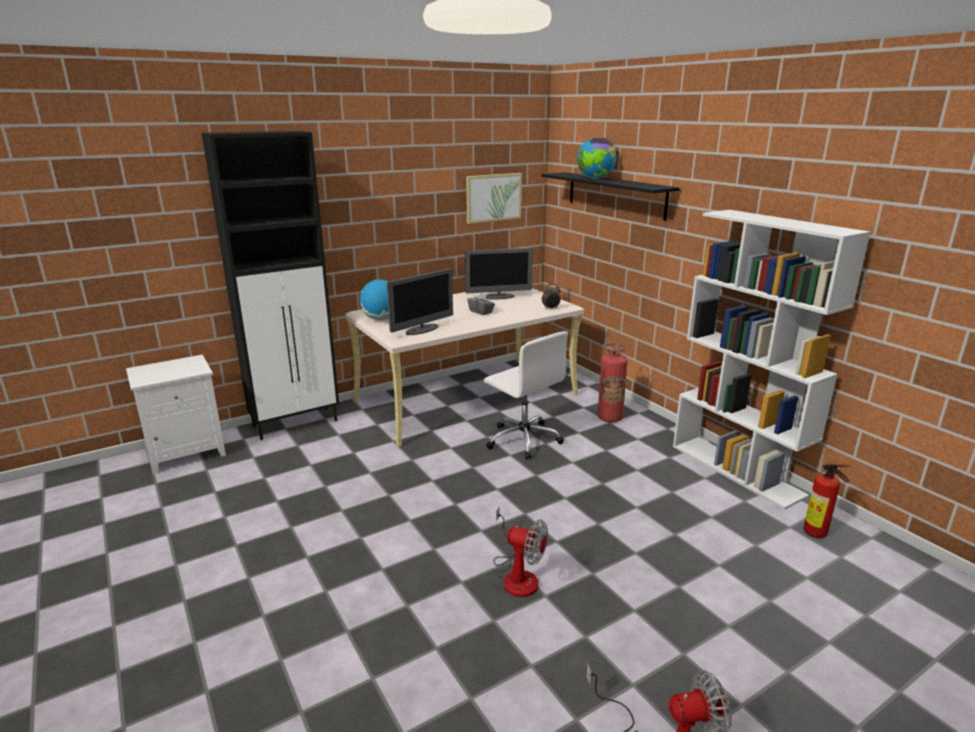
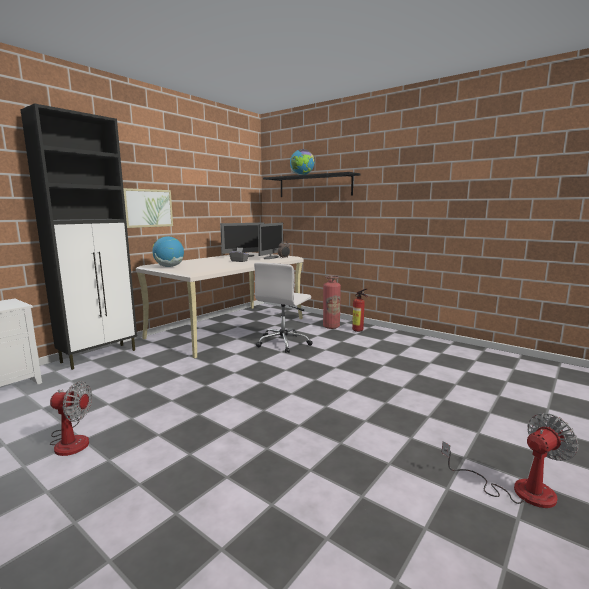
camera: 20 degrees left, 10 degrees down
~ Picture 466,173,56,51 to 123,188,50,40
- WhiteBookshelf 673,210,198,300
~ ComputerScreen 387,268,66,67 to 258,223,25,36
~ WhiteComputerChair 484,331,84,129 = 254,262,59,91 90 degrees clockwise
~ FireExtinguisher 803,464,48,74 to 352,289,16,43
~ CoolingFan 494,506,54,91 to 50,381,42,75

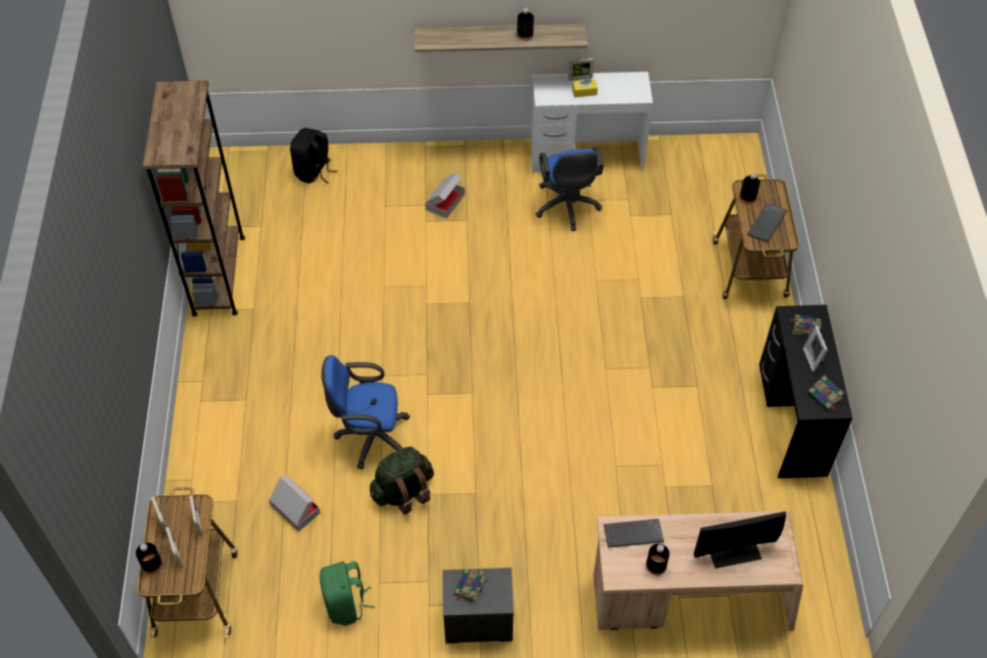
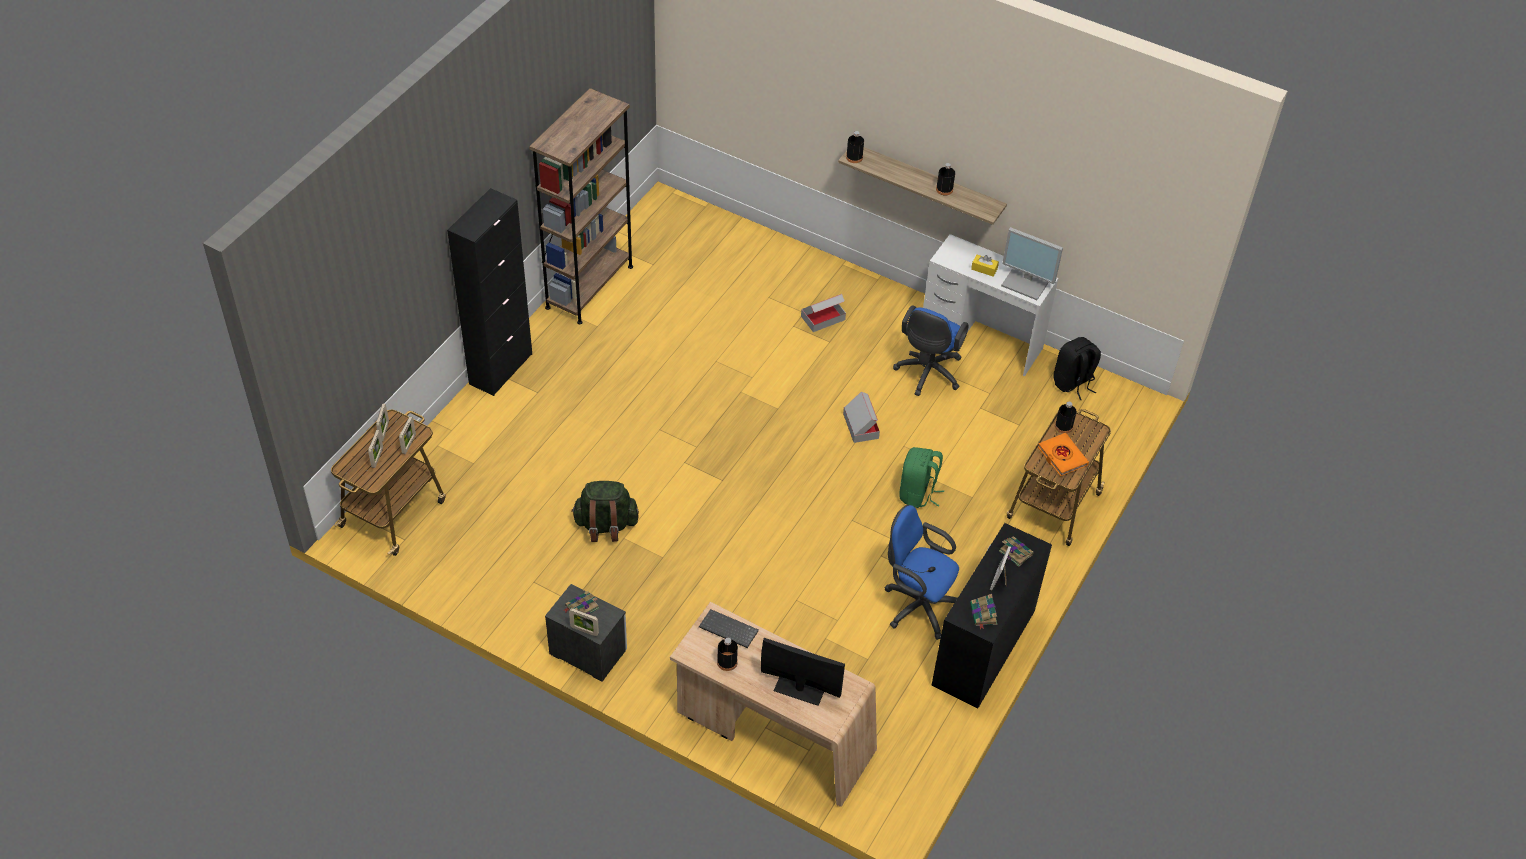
camera: 30 degrees right, 5 degrees down
~ PictureFrame 568,58,26,23 to 569,608,30,28
~ BlackColouredBackpack 290,128,47,56 to 1053,337,48,63
~ ComputerKeyboard 747,203,40,39 to OrangeBoundBook 1038,433,51,43
~ BluishComputerChair 321,355,89,114 to 884,505,75,135
~ PackingBox 269,476,51,56 to 843,392,37,51
~ BlackColouredBottle 136,543,27,31 to 846,131,18,32
~ GreenishBackpack 320,561,55,65 to 899,447,45,61
+ BlackColouredStorageCabinet 447,188,85,208
+ ComputerScreen 1001,227,62,73

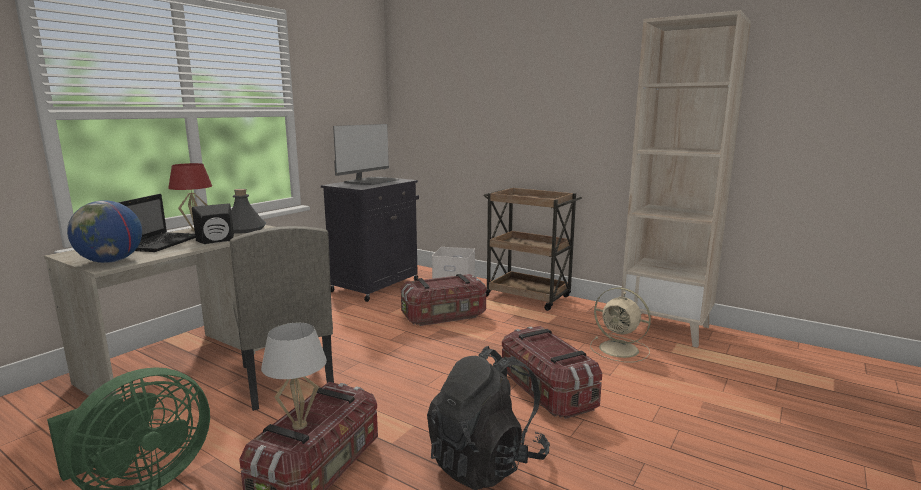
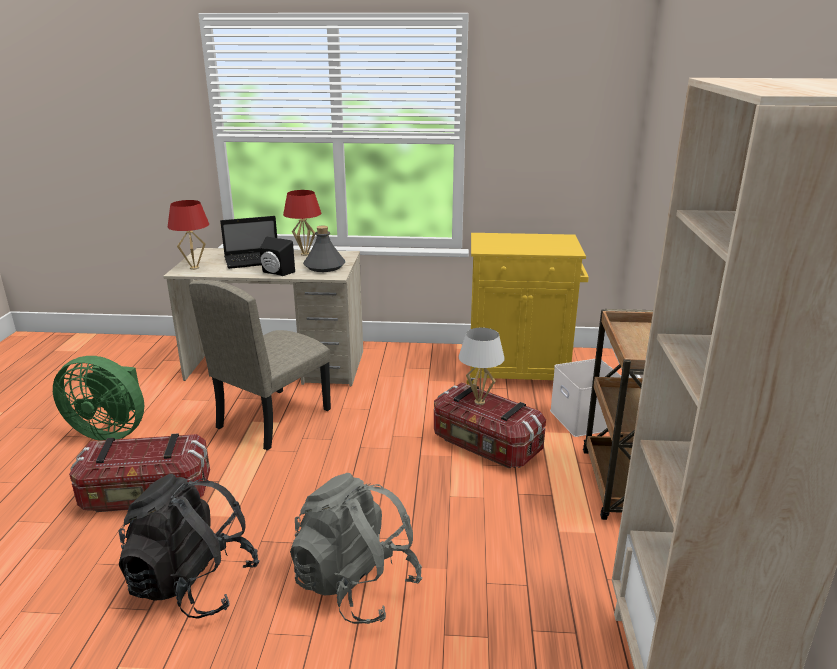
camera: 60 degrees right, 10 degrees up
- ComputerScreen 333,124,67,61
~ BlackColouredStorageCabinet 321,177,98,125 to YellowColouredStorageCabinet 466,233,123,152
~ DeskGlobe 67,200,75,63 to RedTableLamp 168,200,41,70
- SandColouredCoolingFan 590,288,61,74
~ WhiteTableLamp 261,323,66,107 to 459,328,46,77
~ StorageBox 502,326,100,93 to GreyishBackpack 290,473,132,151

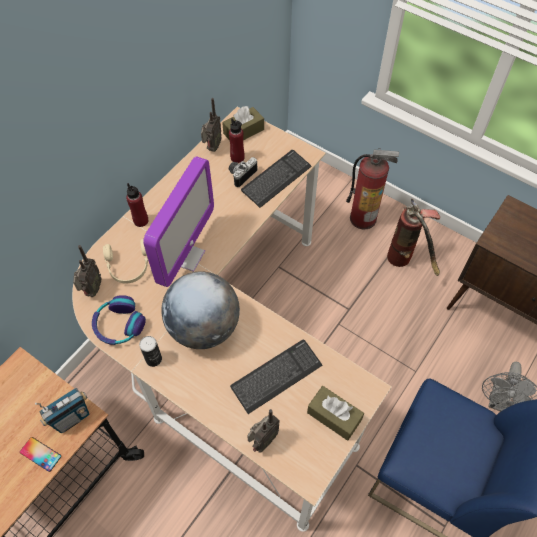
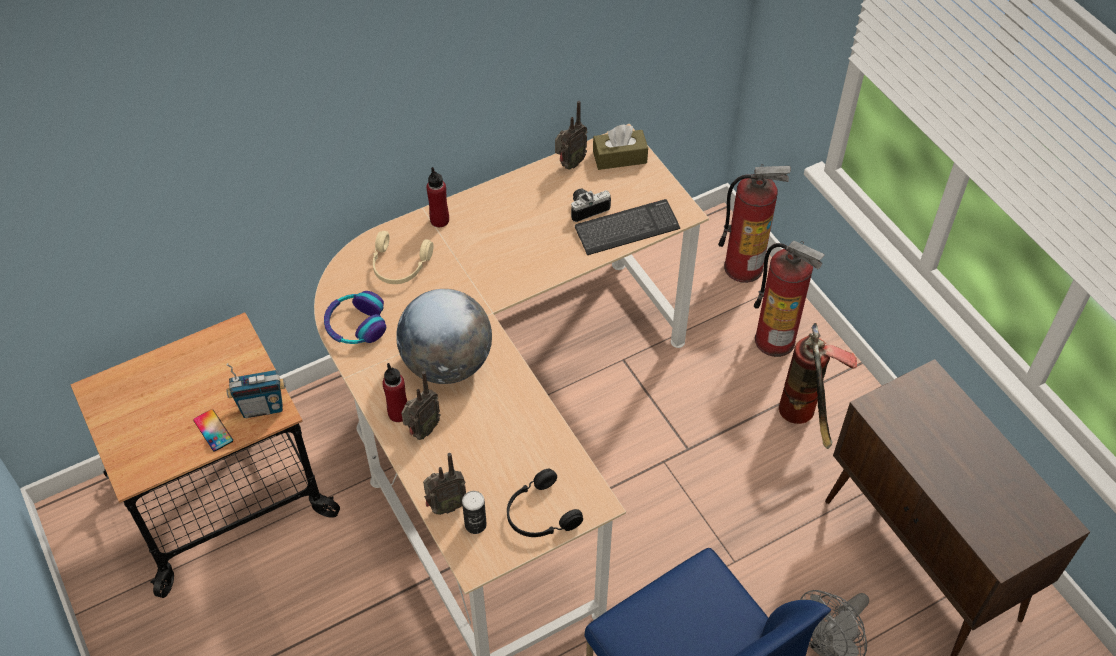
camera: 25 degrees right, 5 degrees down
~ RedBottle 229,118,16,45 to 382,363,25,59
- ComputerScreen 143,156,71,131
~ RadioSet 73,245,28,52 to 401,371,40,69
~ MetalCan 139,336,23,31 to 462,491,25,43
- ComputerKeyboard 230,339,92,75
~ BrownishTissueHolder 307,386,57,55 to BlackColouredHeadphones 507,469,76,68
+ FireExtinguisher 718,164,73,119

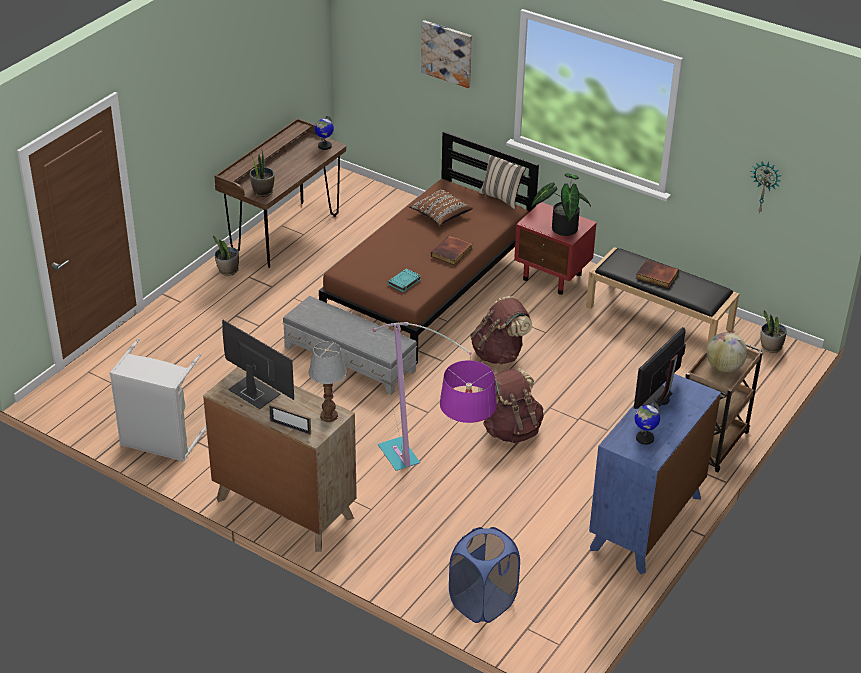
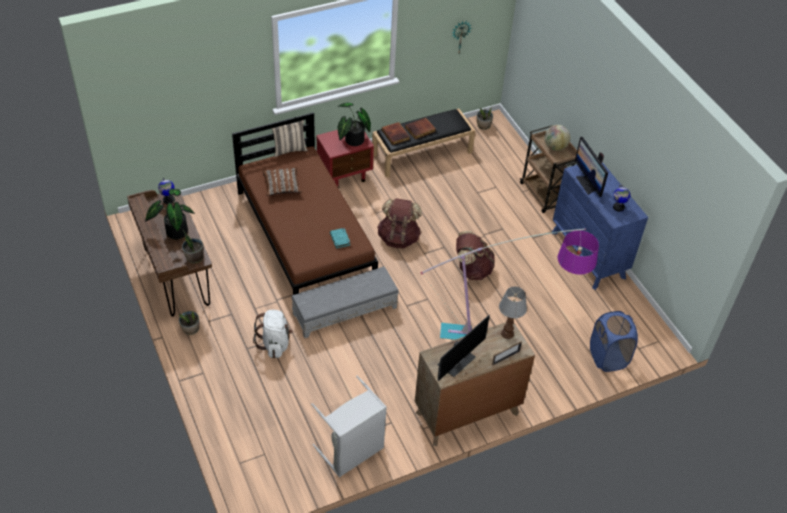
camera: 60 degrees left, 10 degrees up
- Picture 421,20,51,68
~ BoundBook 431,235,42,30 to 382,122,28,23
~ ComputerScreen 222,320,72,89 = 437,315,53,66 150 degrees clockwise
+ PlantInAPot 145,189,50,50
+ WhiteBackpack 253,310,40,48

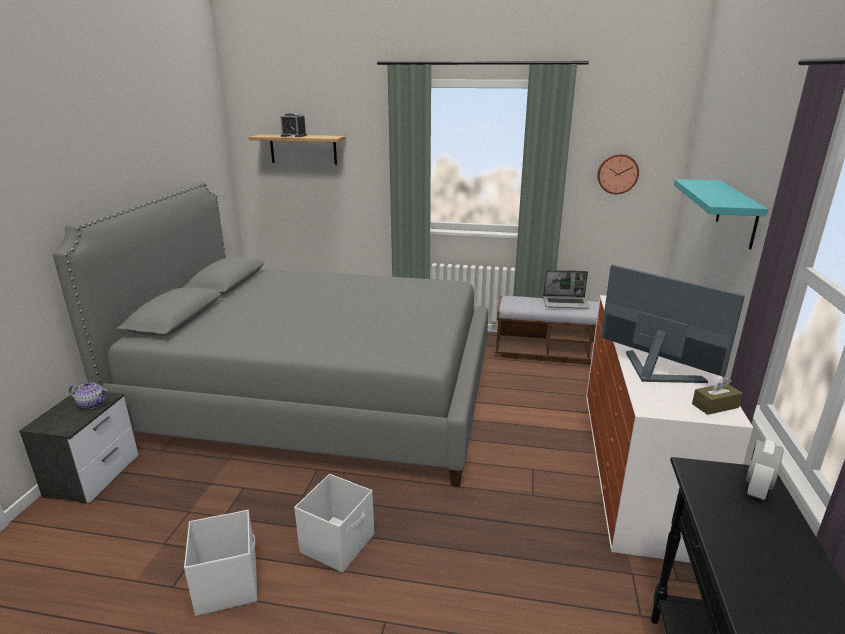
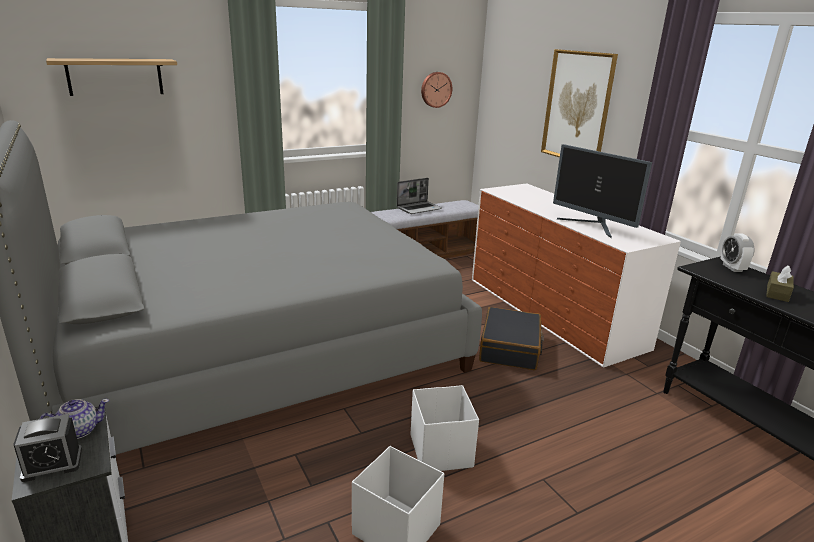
camera: 40 degrees left, 0 degrees up
~ AlarmClock 280,113,27,24 to 13,414,69,68
~ TurquoiseBracketShelf 674,179,94,70 to Picture 541,49,77,109
~ ComputerScreen 601,265,144,118 = 553,144,99,94 135 degrees counterclockwise
~ BrownishTissueHolder 692,377,51,38 to 766,266,28,36
+ BlackColouredTravelCase 479,307,65,63

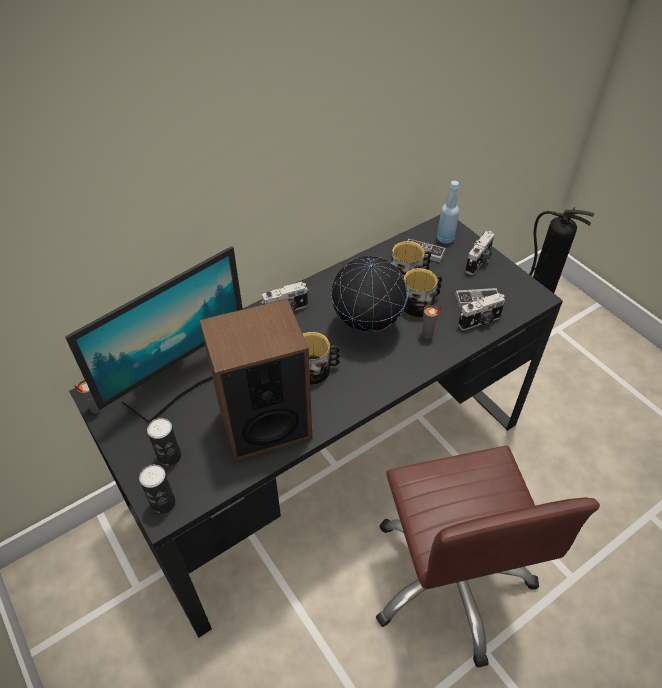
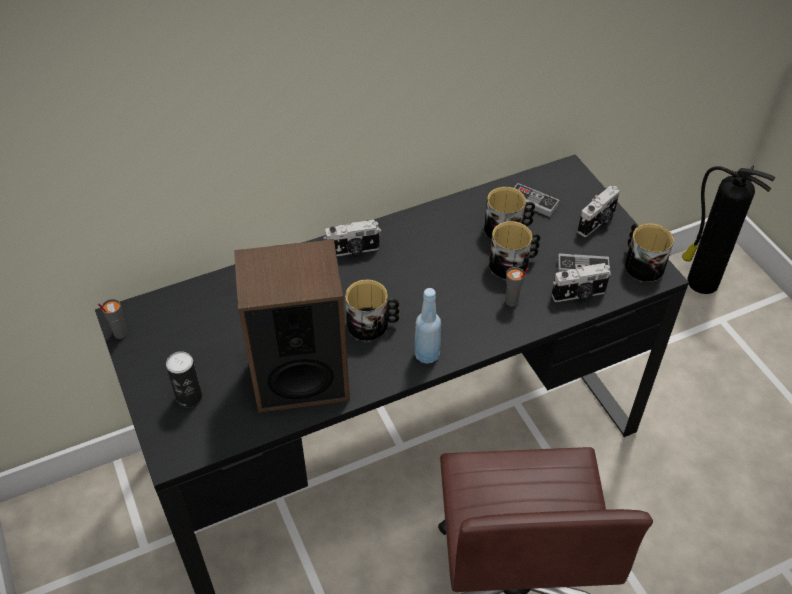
camera: 10 degrees right, 0 degrees up
~ BluishBottle 437,181,22,63 to 414,288,27,76
- ComputerScreen 65,246,178,178
- DeskGlobe 331,256,76,76
- MetalCan 139,465,37,49
+ Mug 625,223,49,59

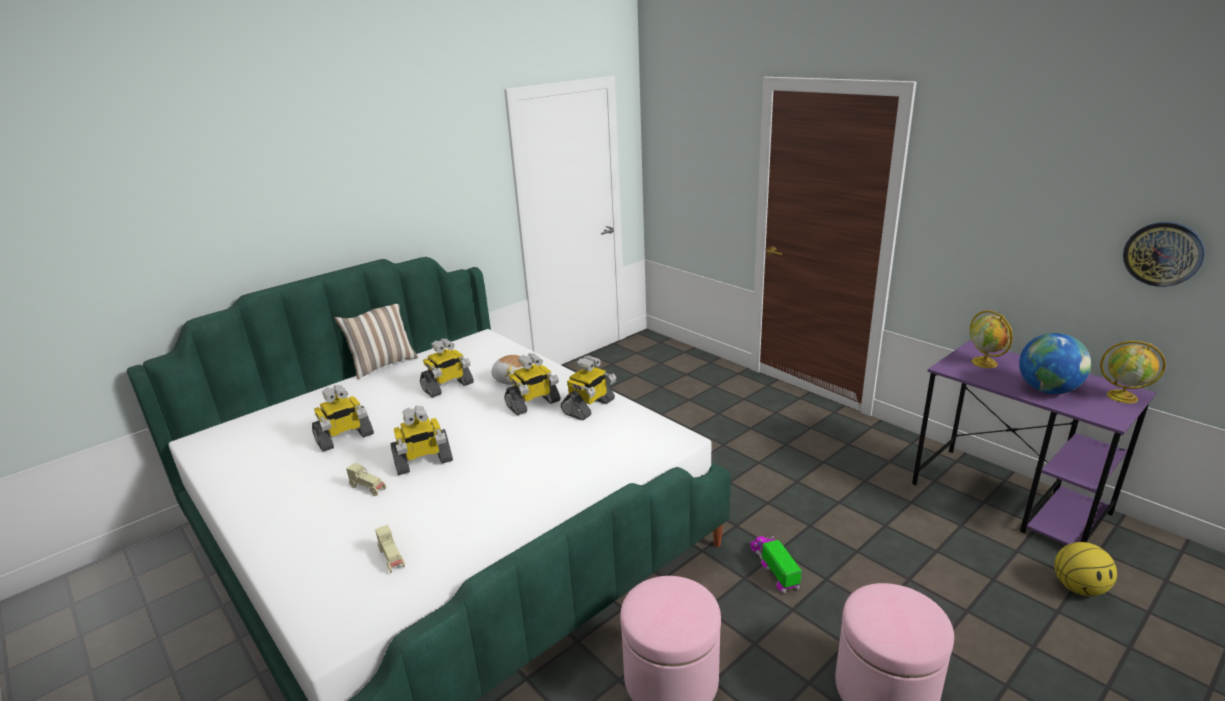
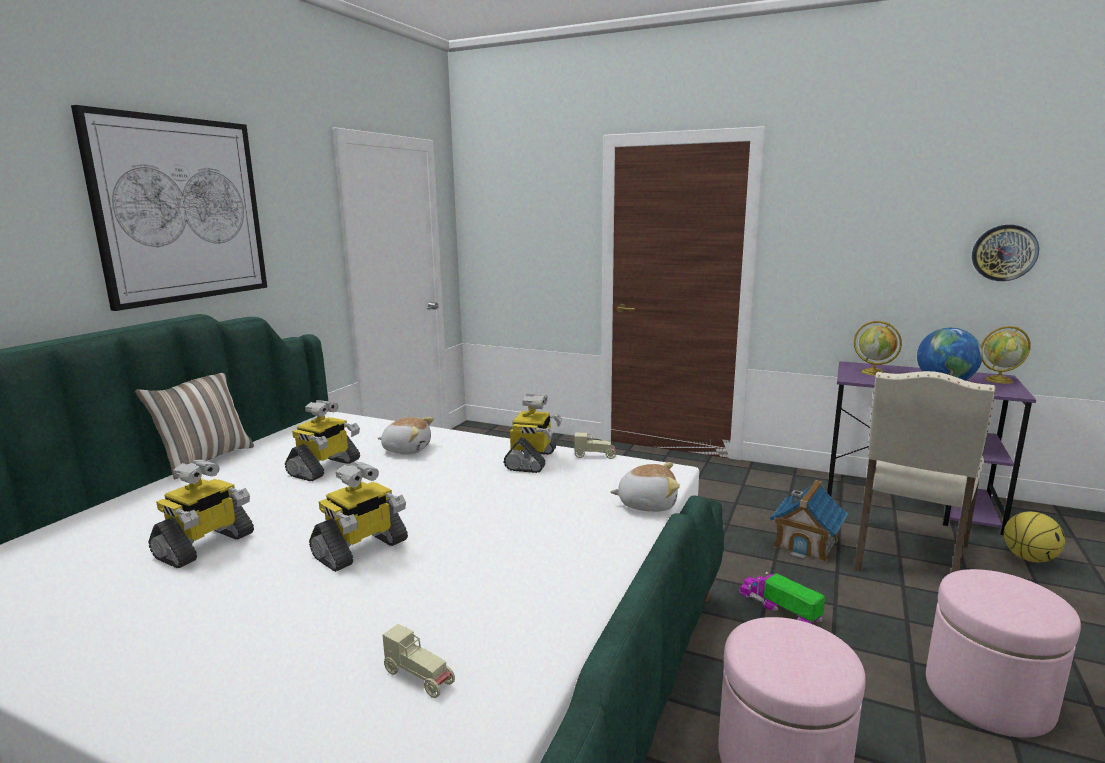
camera: 25 degrees left, 10 degrees down
- ToyRobot 504,353,57,63
~ SandColouredModelCar 346,463,40,33 to 574,433,42,26
+ Picture 71,105,196,206
+ SandColouredPlainChair 854,371,141,202
+ PlushToy 610,462,70,50
+ ToyHouse 769,480,79,82

